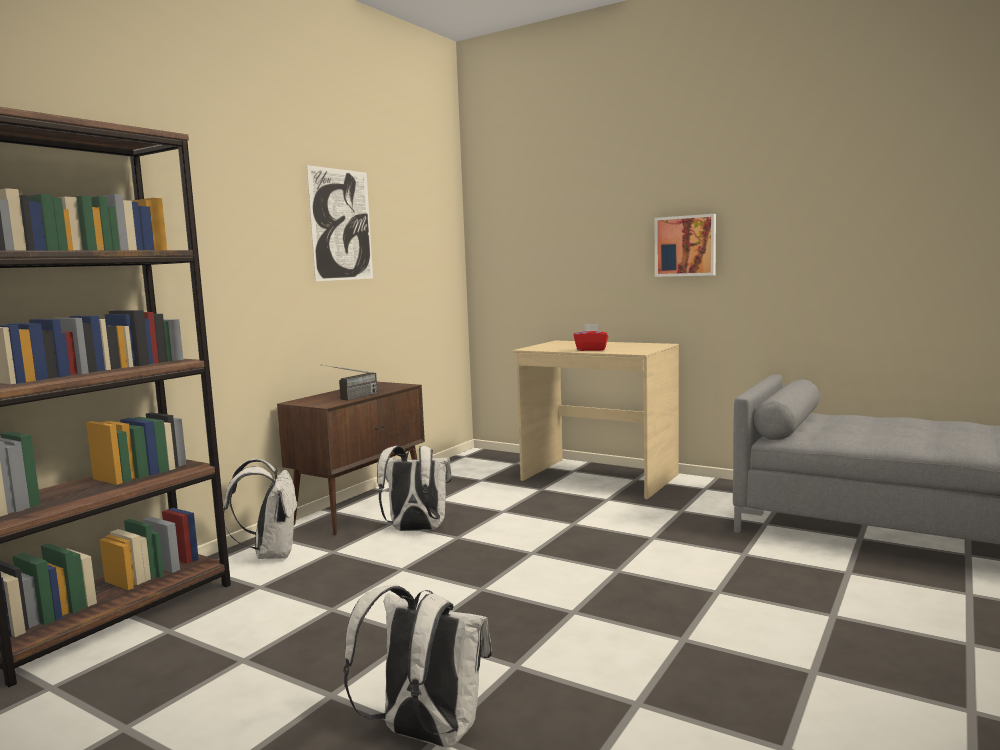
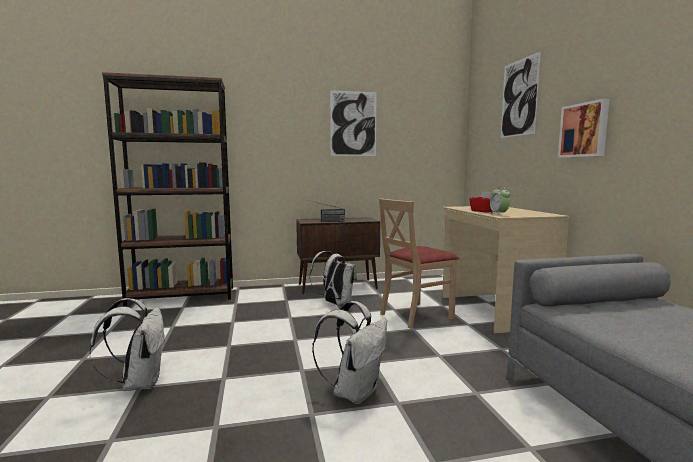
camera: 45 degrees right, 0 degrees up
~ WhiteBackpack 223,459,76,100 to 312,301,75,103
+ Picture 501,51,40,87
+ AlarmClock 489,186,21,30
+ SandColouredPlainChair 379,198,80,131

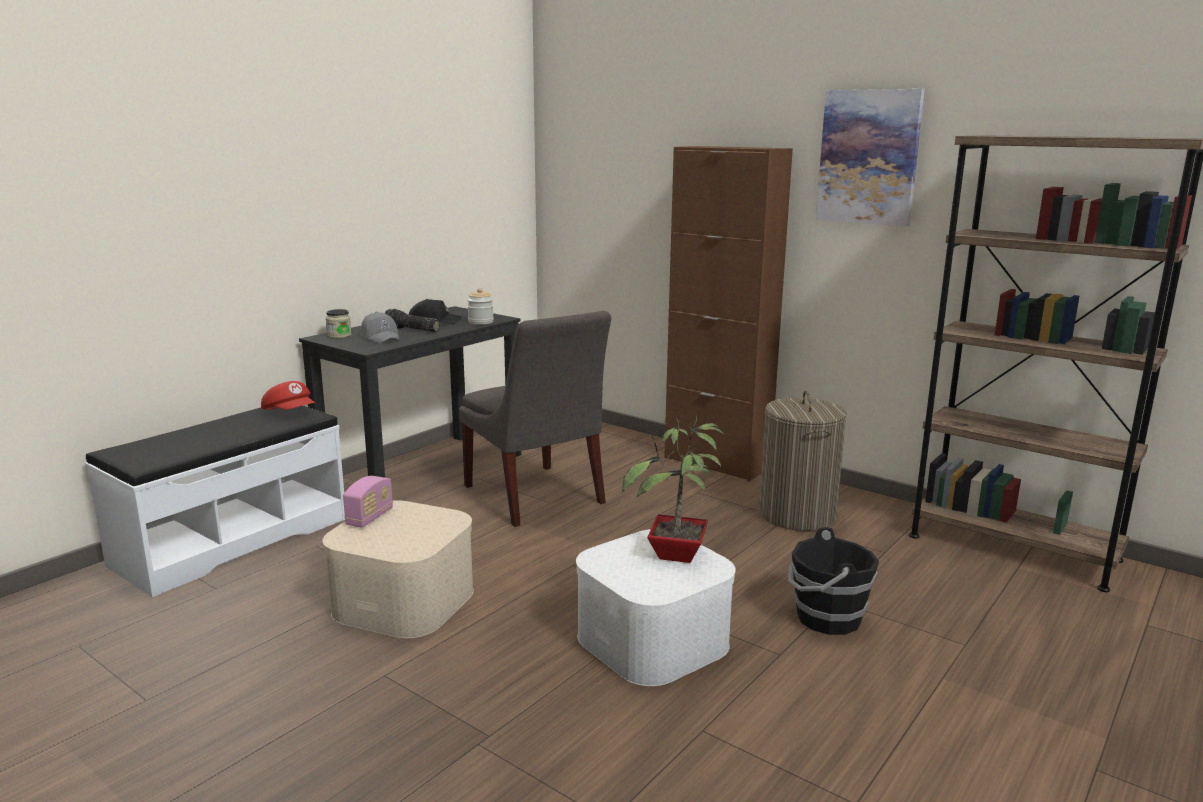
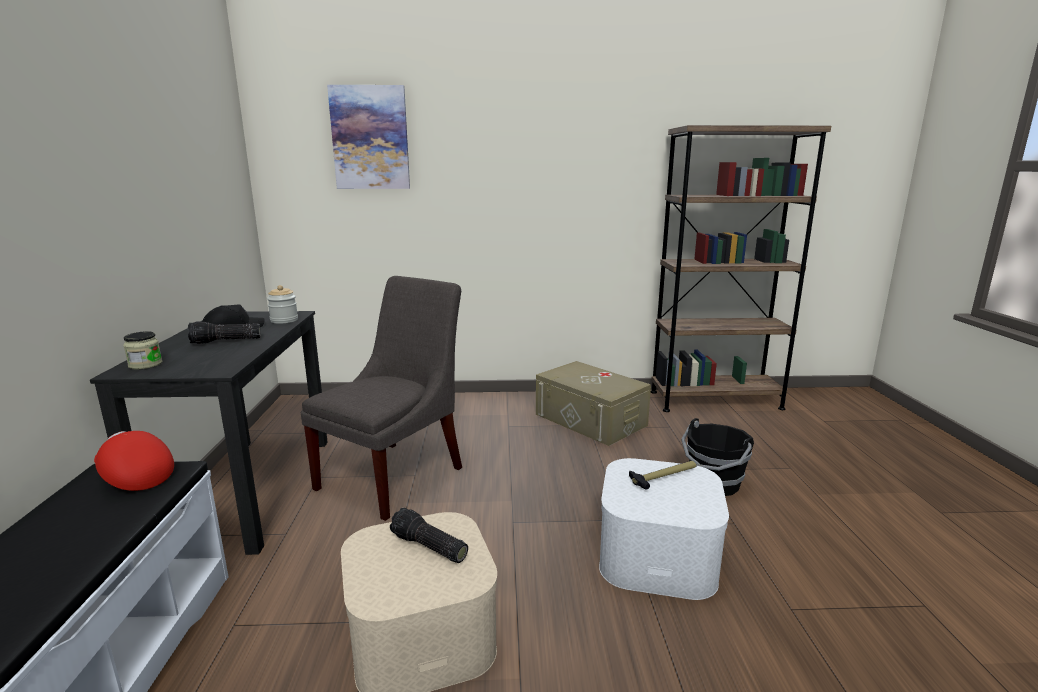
camera: 40 degrees left, 0 degrees up
~ Picture 816,89,109,138 to 327,85,83,104
- BrownishStorageCabinet 664,146,129,335
~ GreyishPlainChair 459,311,153,216 = 301,276,161,245 75 degrees counterclockwise
- GreyishCap 361,312,38,32
~ RedCap 261,381,54,29 = 94,431,80,60 150 degrees counterclockwise
~ LaundryBasket 759,390,88,141 to SandColouredStorageBox 536,361,115,85
~ PlantInAPot 622,416,101,147 to ToolHammer 629,461,67,29
- RadioSet 343,476,50,52
+ Flashlight 390,508,78,55

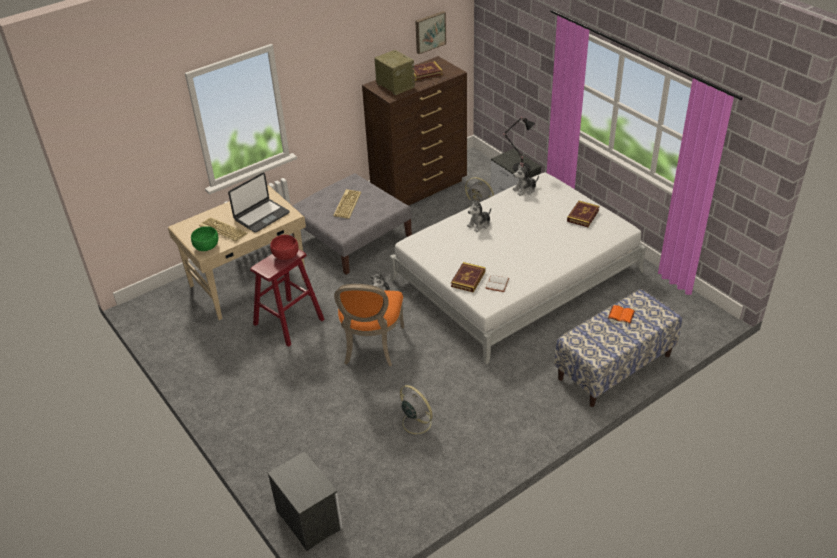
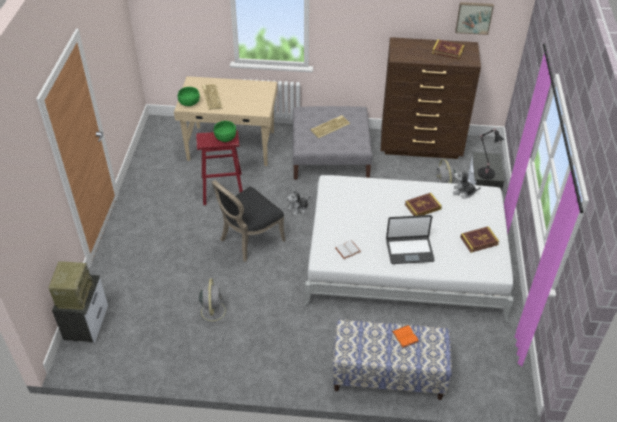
camera: 40 degrees right, 5 degrees up
~ RadioSet 374,50,41,45 to 48,261,46,49
~ PortableComputer 228,172,62,61 to 386,215,49,49
- PlushToy 467,200,24,32
~ RedDeepDish 270,235,29,25 to GreenishDeepDish 214,121,22,21
~ BoundBook 451,262,35,31 to 405,193,37,23
~ OrangePlainChair 334,284,70,82 to BlackColouredPlainChair 211,180,75,82

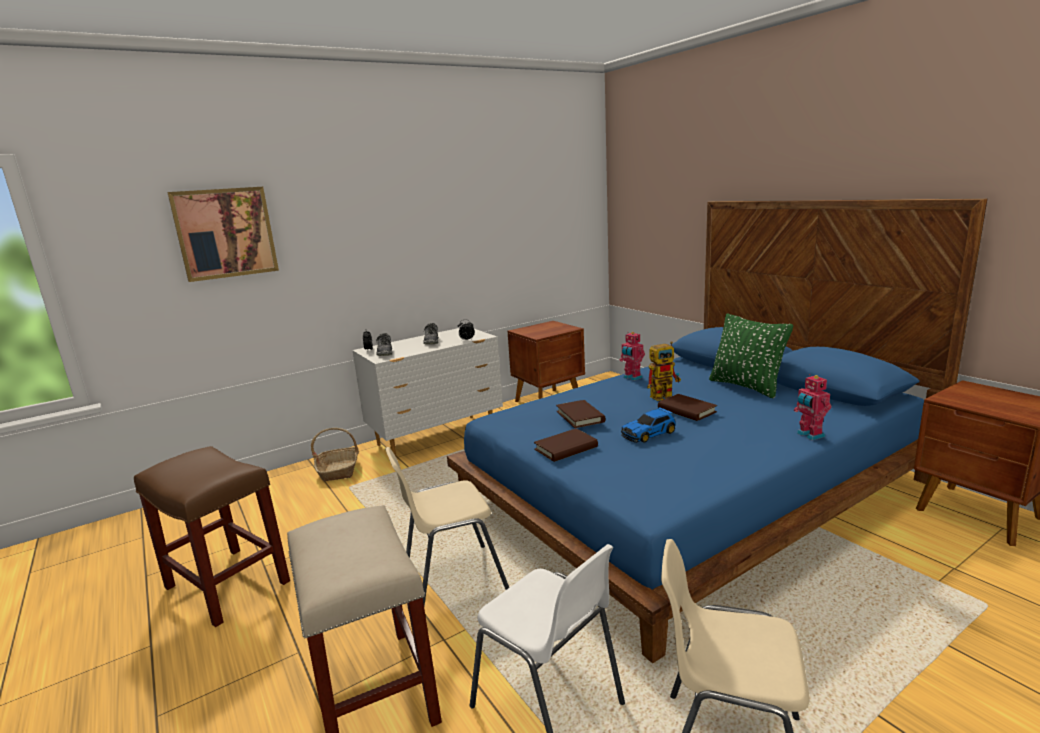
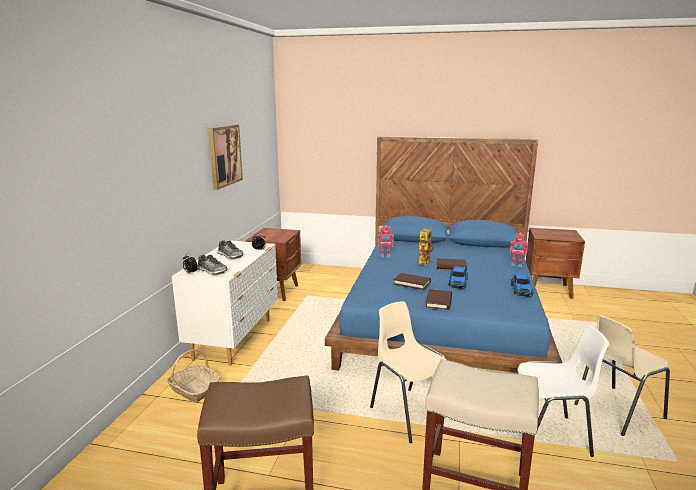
camera: 45 degrees left, 0 degrees up
~ Picture 167,187,112,95 to 208,125,35,65
- GreenishPillow 709,314,84,84
~ SandColouredPlainChair 385,447,124,159 = 370,301,77,142 120 degrees clockwise
+ ModelCar 511,273,22,23

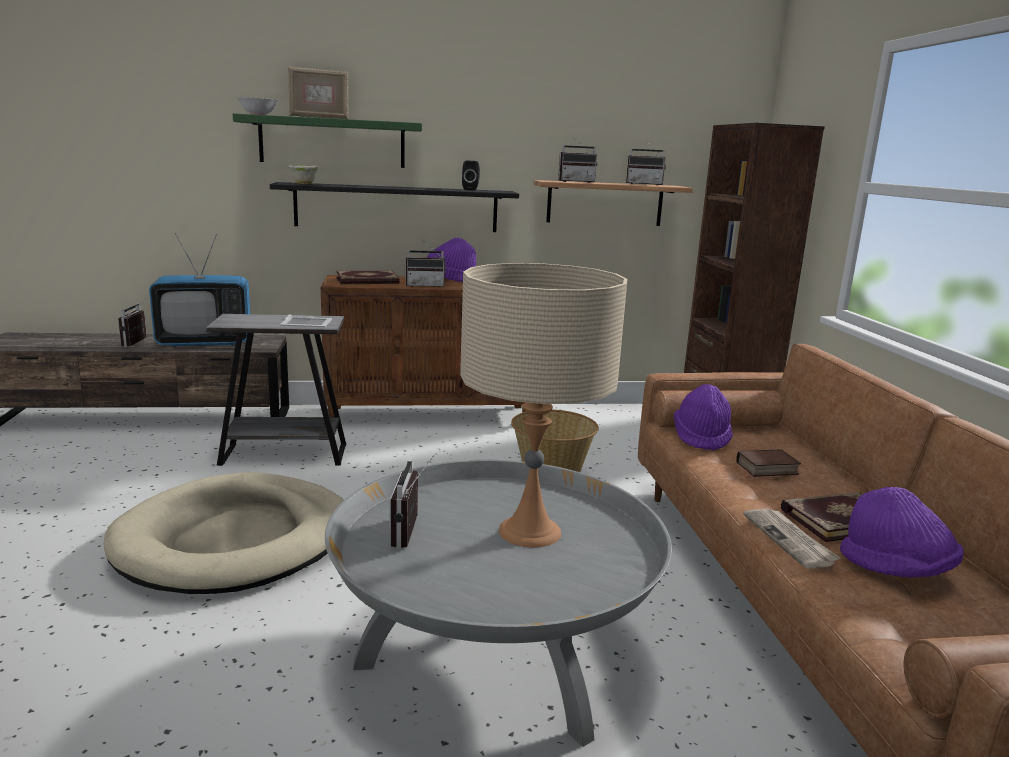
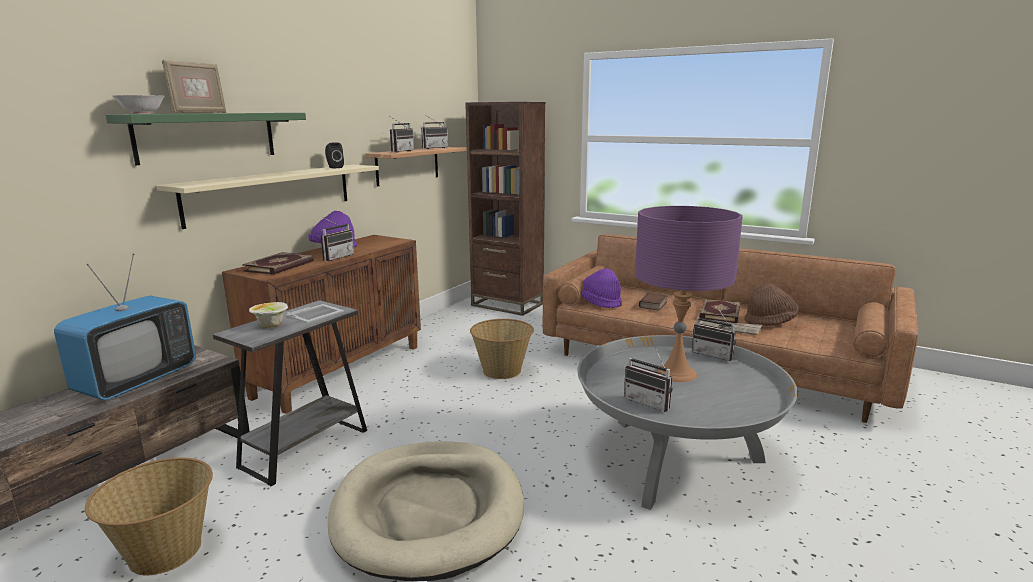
camera: 50 degrees left, 0 degrees up
~ DeepDish 288,165,31,19 to 249,302,39,26
~ BlackColouredBracketShelf 270,182,249,50 to SandColouredBracketShelf 157,165,222,64
~ SandColouredTableLamp 460,263,167,285 to PurpleTableLamp 635,206,108,176
~ RadioSet 118,298,29,49 to 692,307,44,54
~ PurpleHat 840,487,124,91 to BrownishHat 744,283,55,43
+ Basket 85,457,128,118

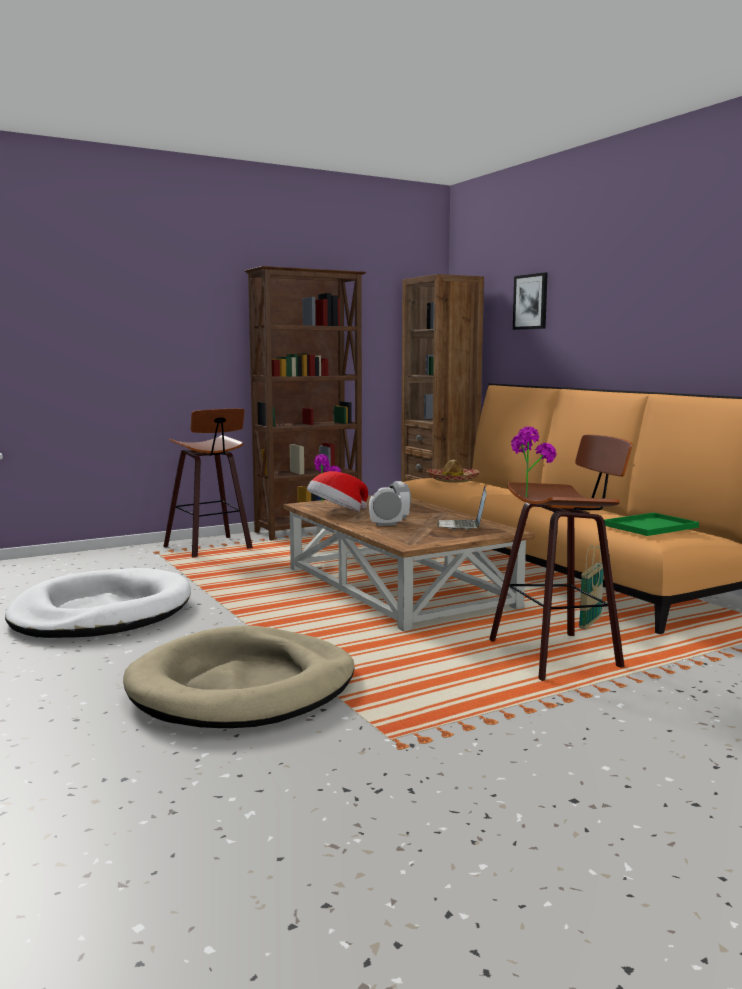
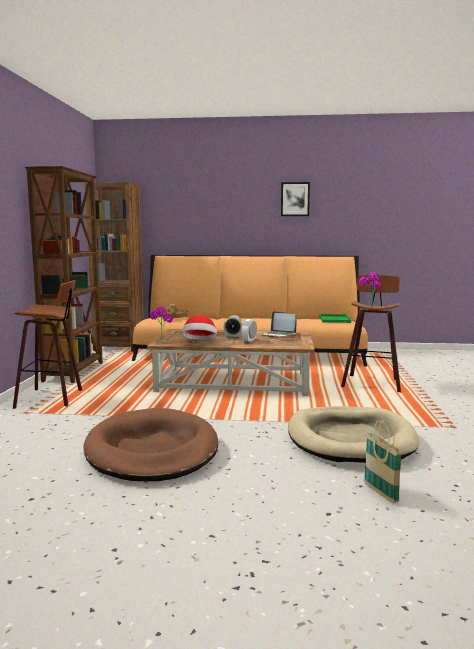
camera: 55 degrees left, 0 degrees up
~ Picture 513,272,35,58 to 281,182,29,34
~ Basket 579,545,24,84 to 364,420,38,83
~ WhiteDogBed 5,568,186,70 to BrownishDogBed 83,408,135,73

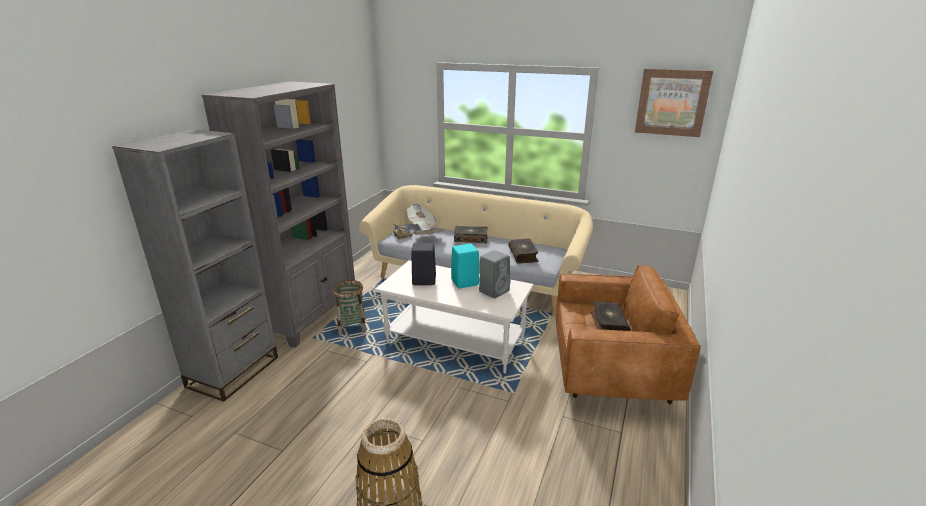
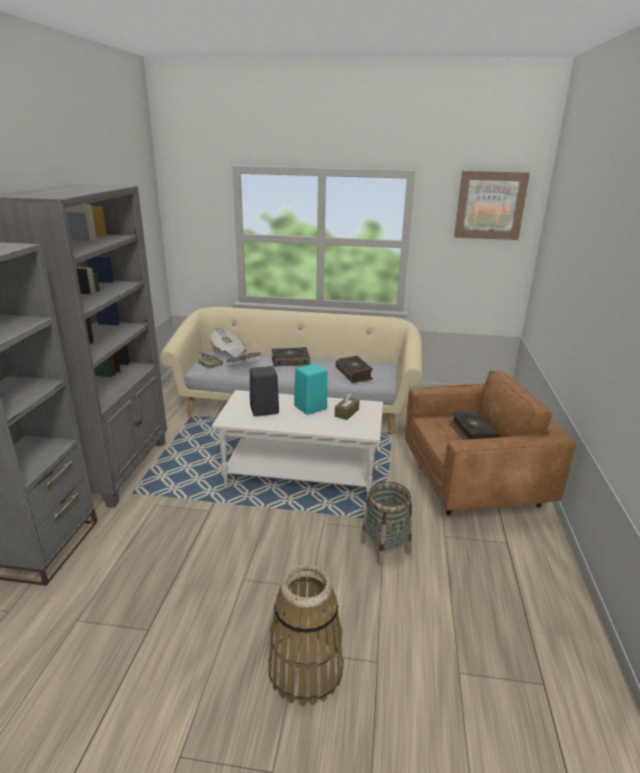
camera: 15 degrees left, 0 degrees up
~ GreyishAudioSpeaker 479,250,32,48 to BrownishTissueHolder 335,393,25,27
~ Basket 333,280,33,56 to 360,482,52,83

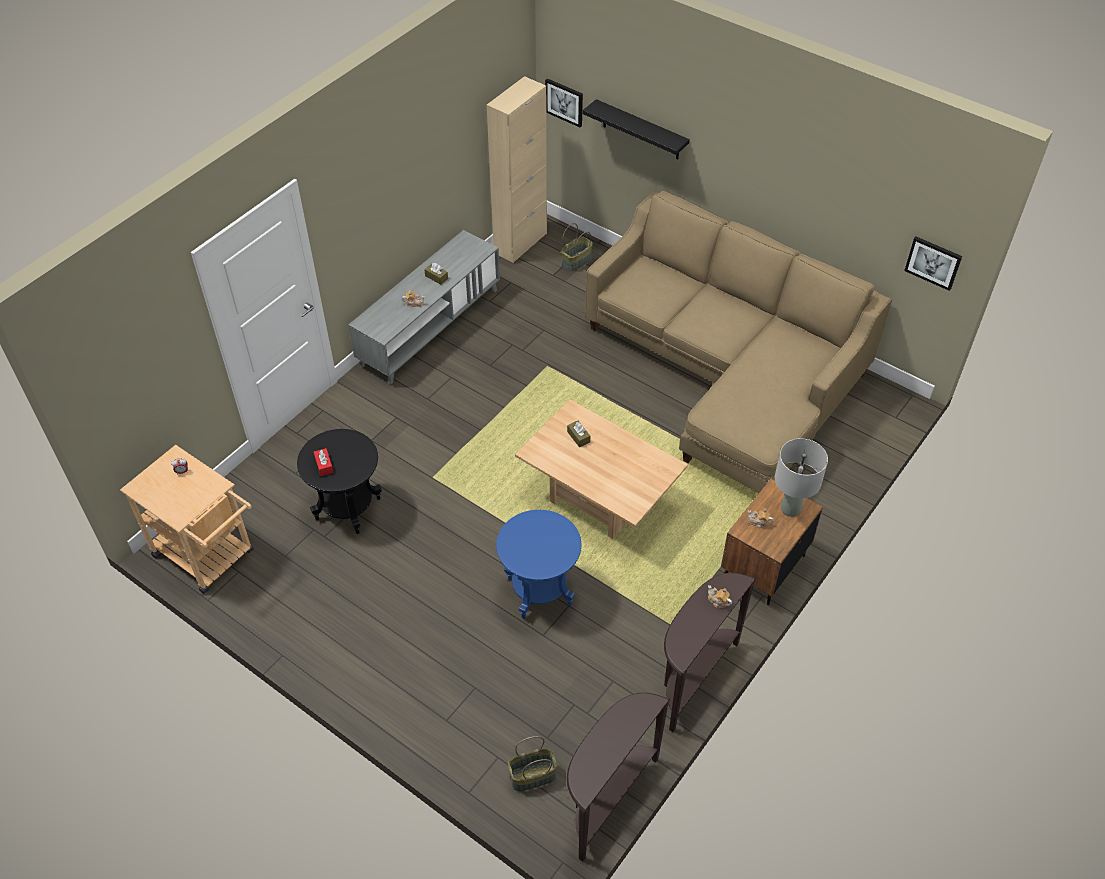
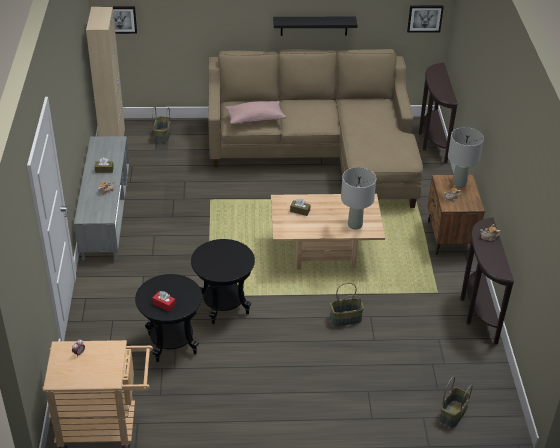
camera: 40 degrees left, 10 degrees down
~ BlackColouredBracketShelf 583,99,107,60 to 273,17,85,19
~ BluishEndTable 496,510,85,109 to Basket 330,283,34,43
~ BrownishHallTable 567,692,103,170 to 419,63,39,100
+ PinkColouredPillow 225,101,61,23
+ GreyishTableLamp 341,167,35,63
+ BlackColouredEndTable 191,239,64,85

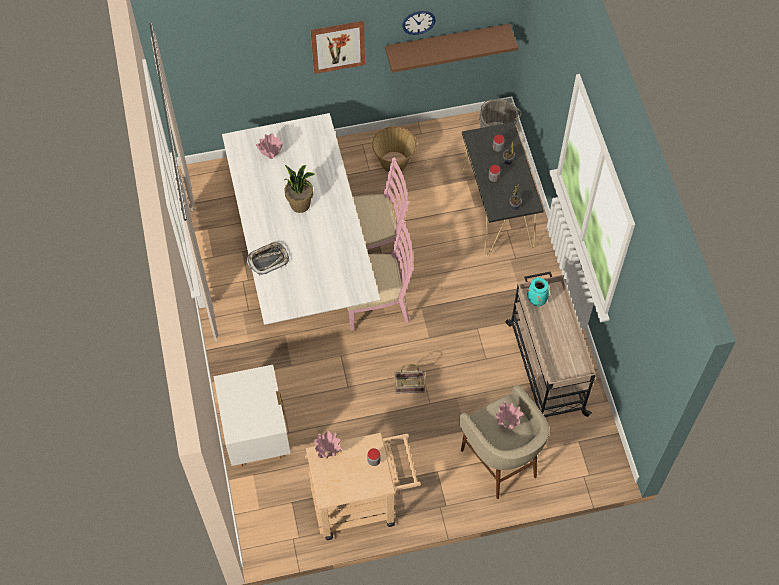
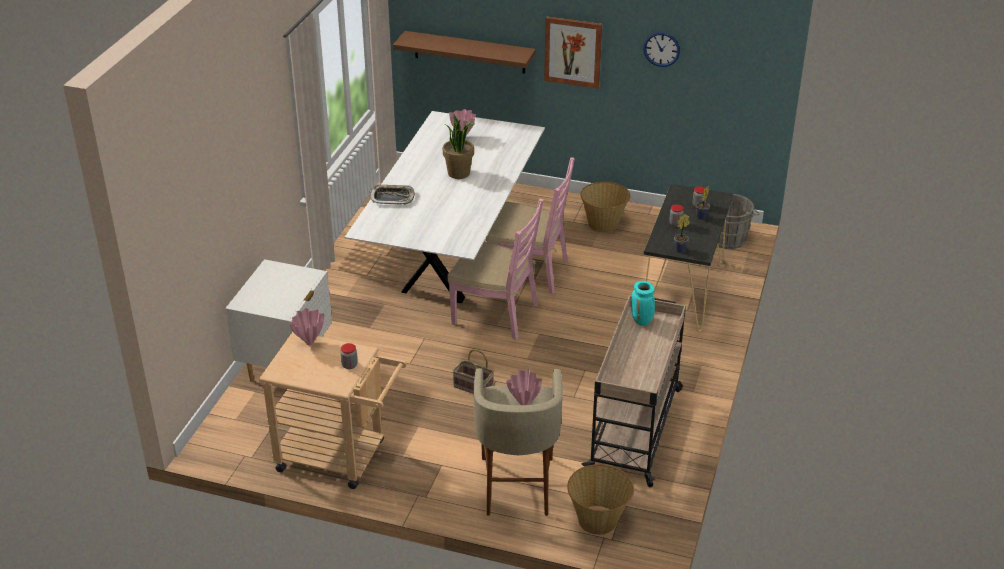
camera: 30 degrees right, 25 degrees down
~ BrownishBracketShelf 385,24,133,49 to 393,31,143,43
+ Basket 567,464,67,71

